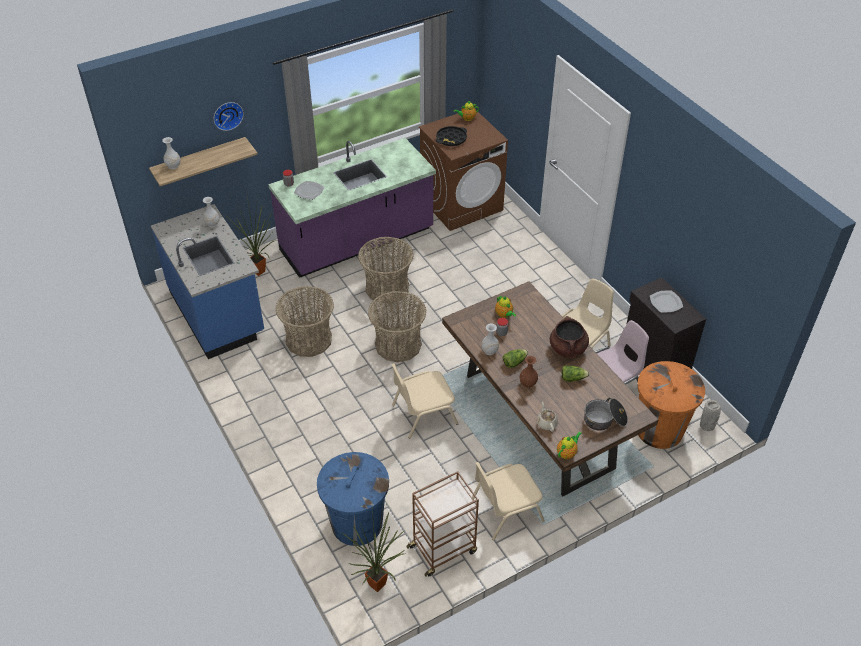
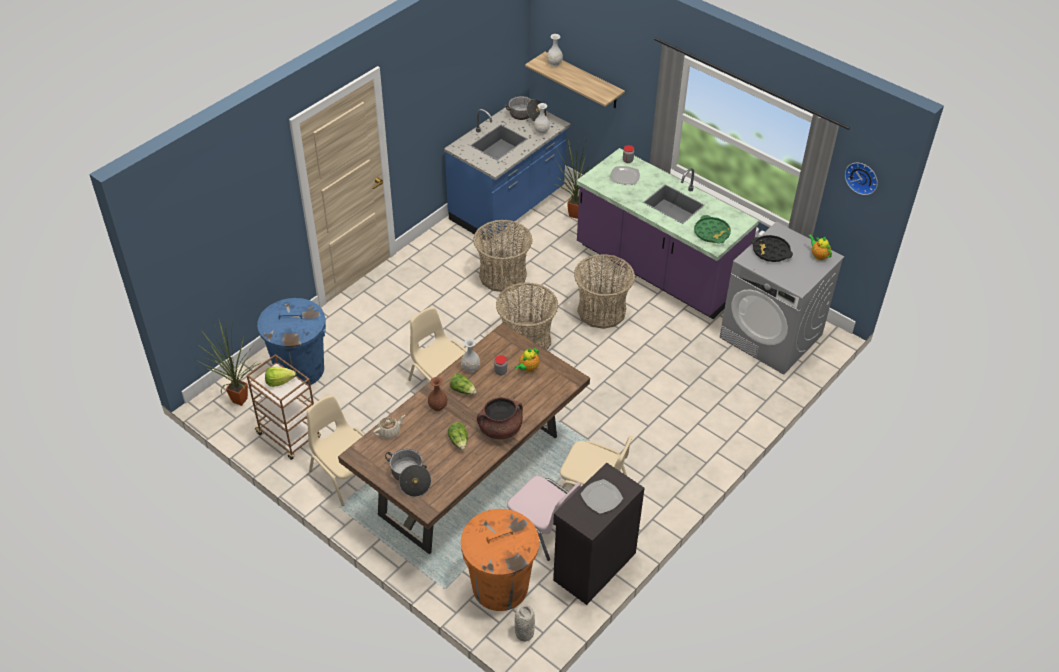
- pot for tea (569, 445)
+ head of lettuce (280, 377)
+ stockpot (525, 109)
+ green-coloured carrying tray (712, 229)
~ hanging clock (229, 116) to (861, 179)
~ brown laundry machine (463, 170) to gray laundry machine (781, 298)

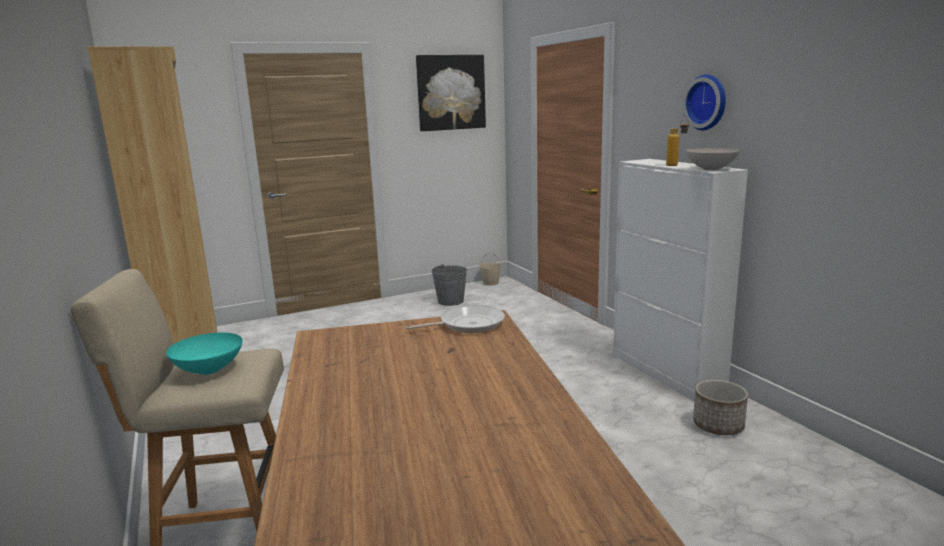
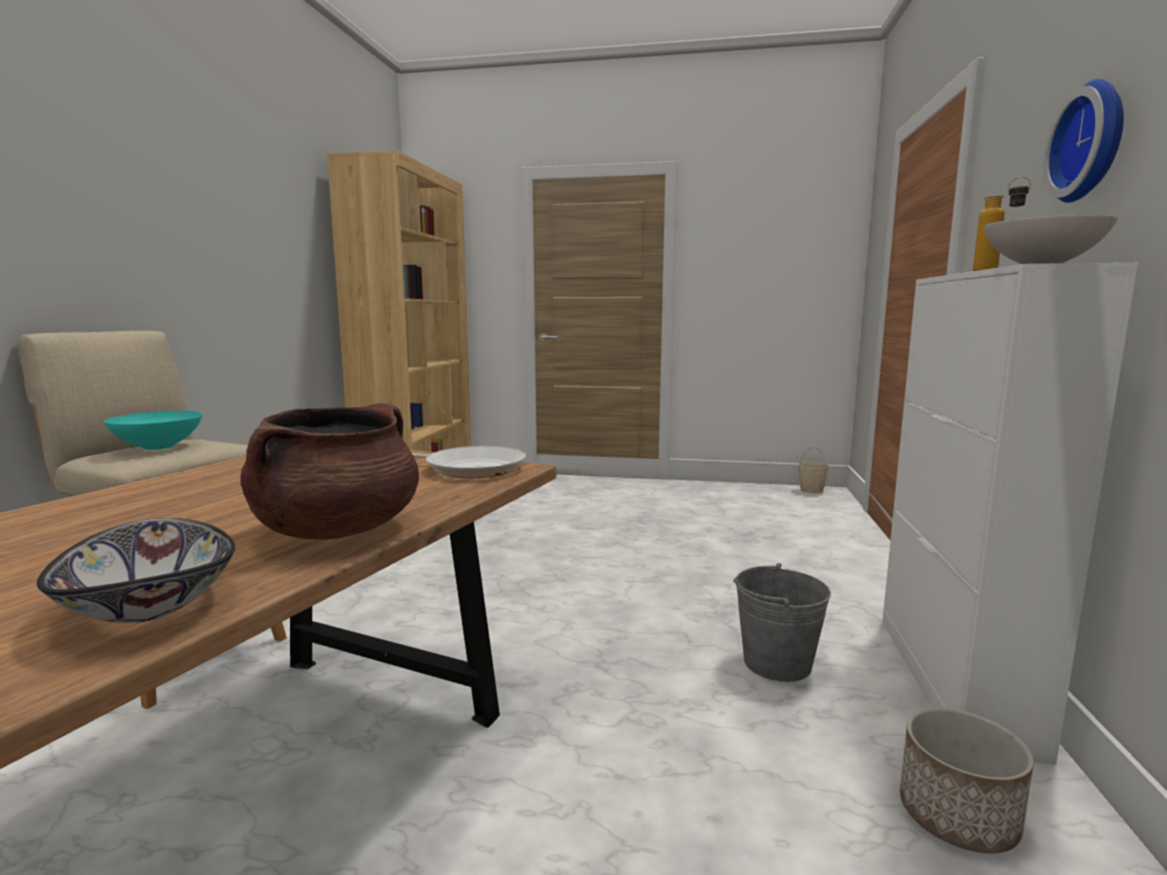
- wall art (451, 93)
+ serving bowl (136, 570)
+ brown stockpot (329, 471)
~ gray bucket (449, 285) to (782, 622)

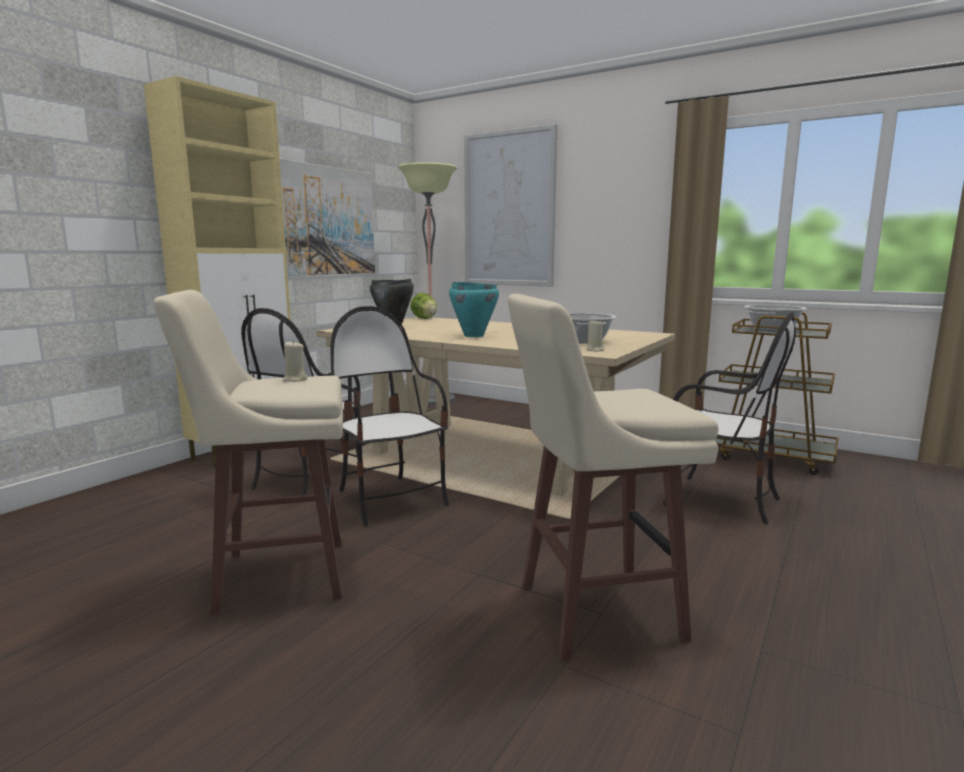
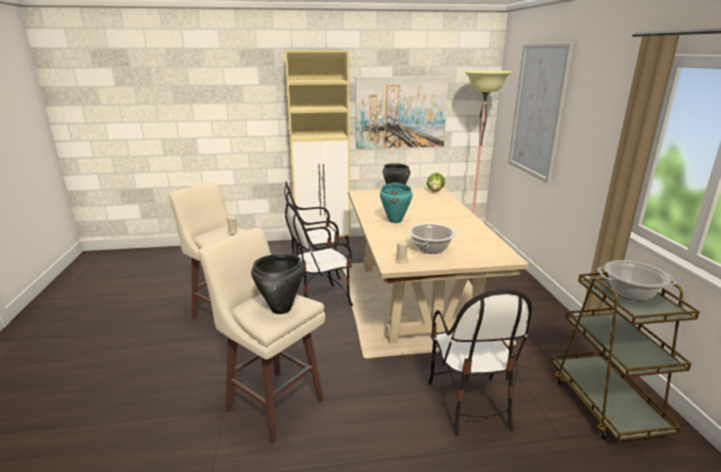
+ blackish stockpot (277, 284)
~ plain chair (389, 416) = (319, 254) 135 degrees counterclockwise

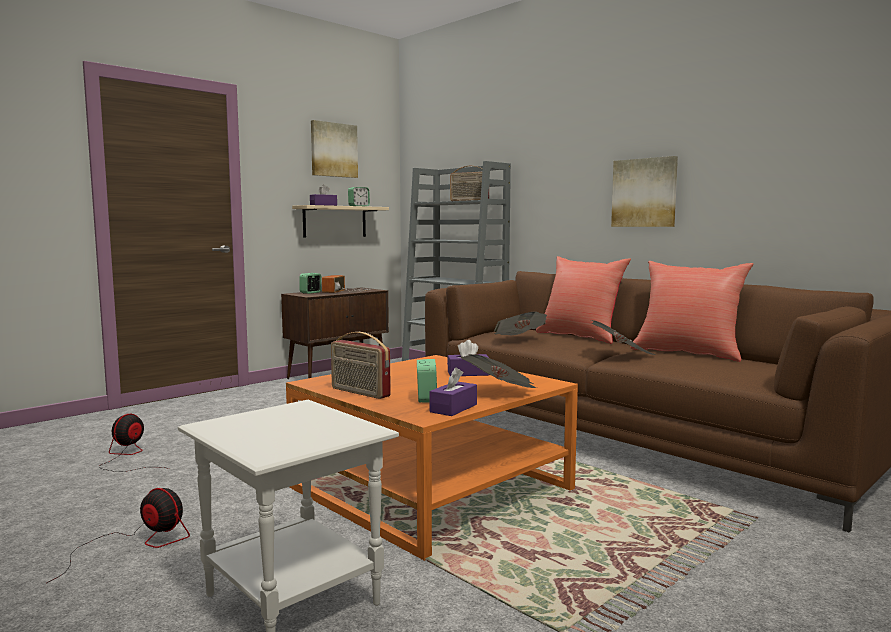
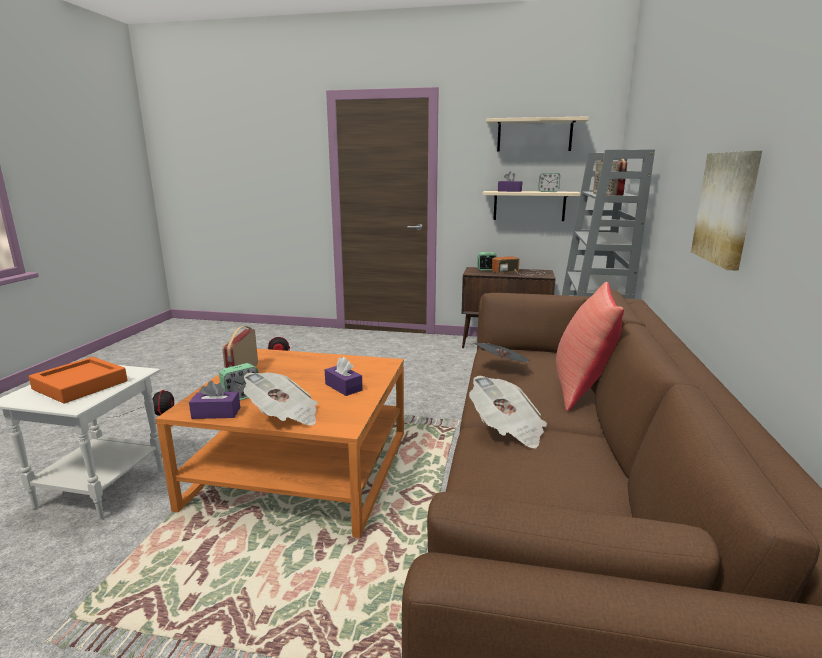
- reddish cushion (691, 311)
+ orange-coloured carrying tray (78, 380)
~ wall art (334, 149) to beige shelf (537, 133)

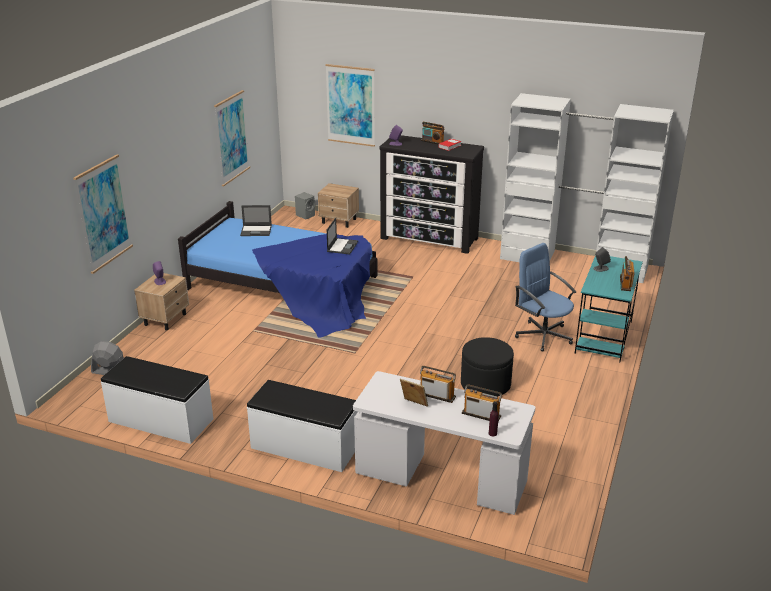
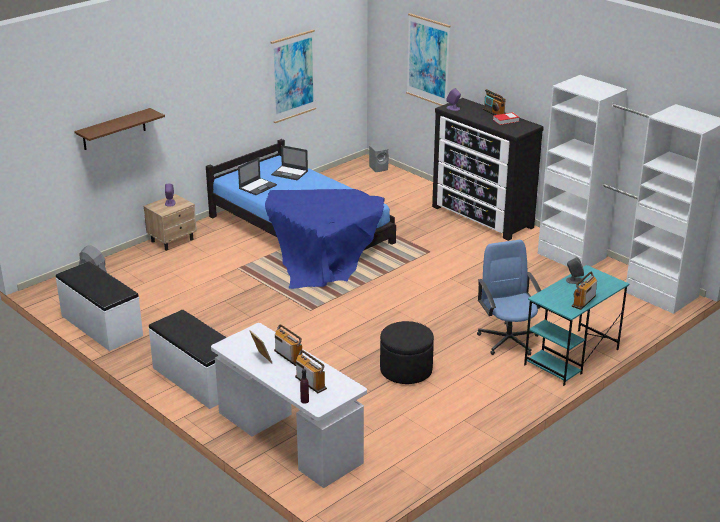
- beige bedside table (338, 205)
~ portable computer (342, 236) to (257, 176)
~ wall art (103, 214) to brown shelf (119, 129)

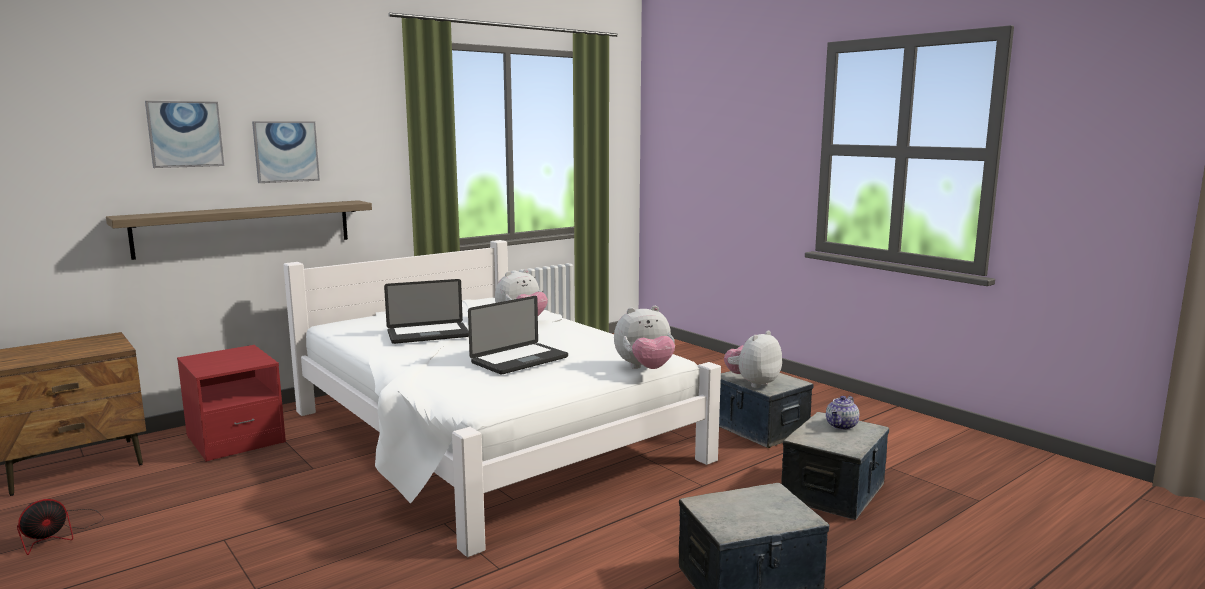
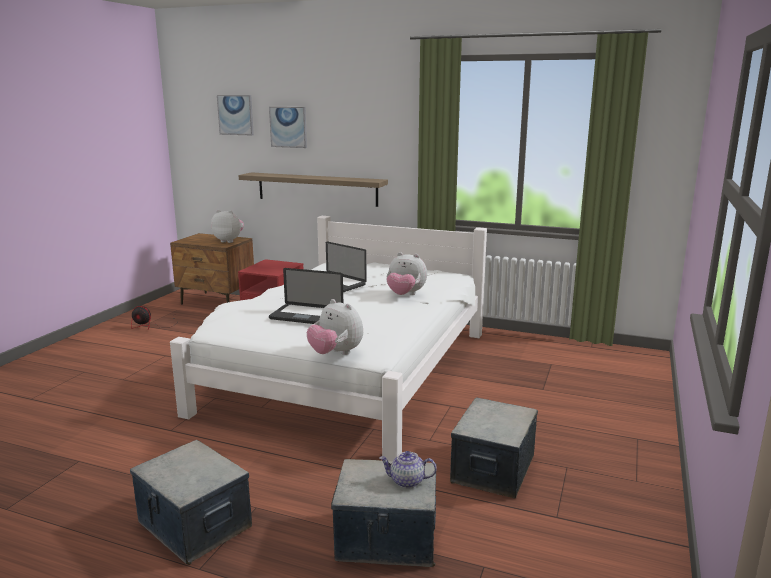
~ wall art (286, 152) to (235, 115)
~ cuddly toy (753, 359) to (227, 226)

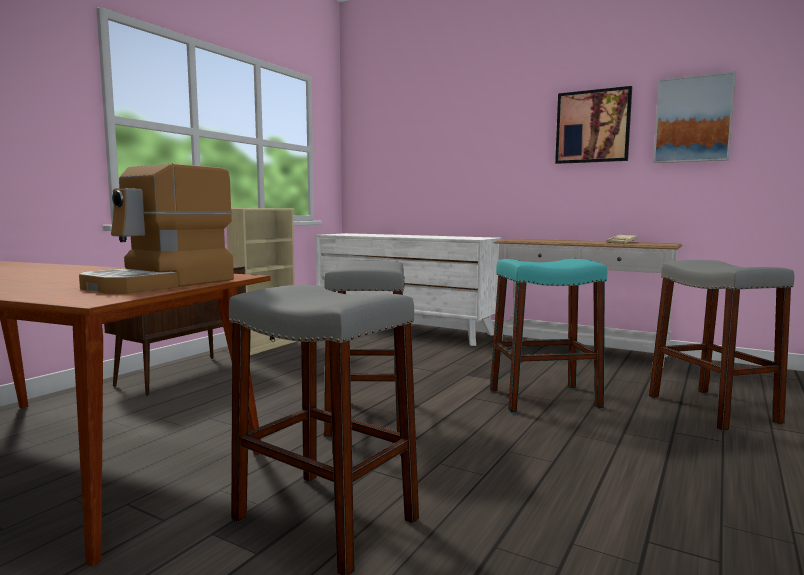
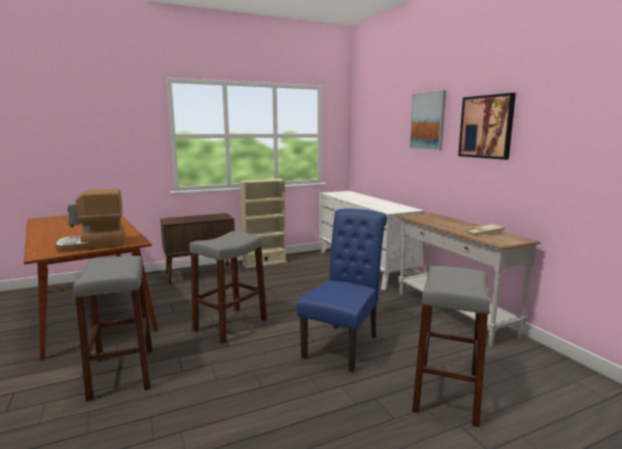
~ wall art (694, 117) to (427, 120)
~ turquoise-coloured stool seat (548, 336) to blue-coloured plain chair (342, 290)

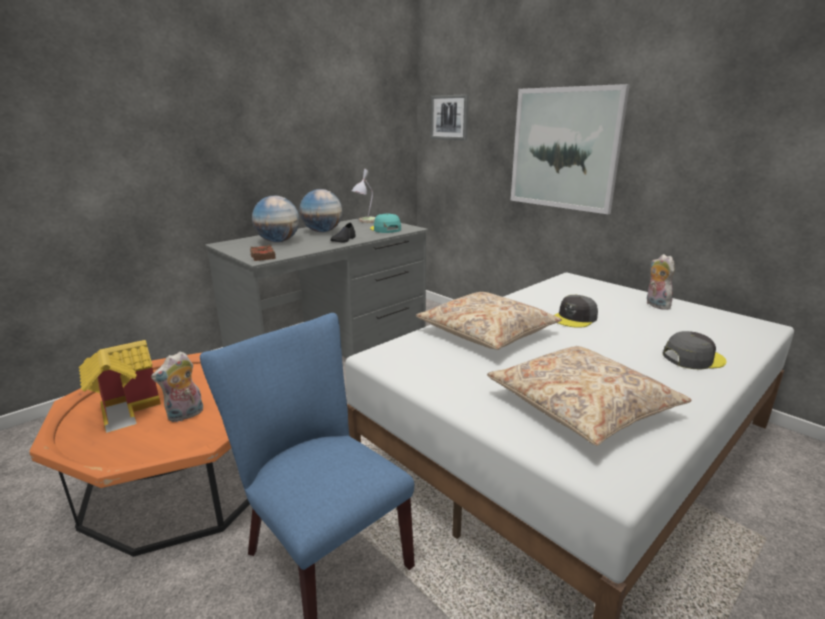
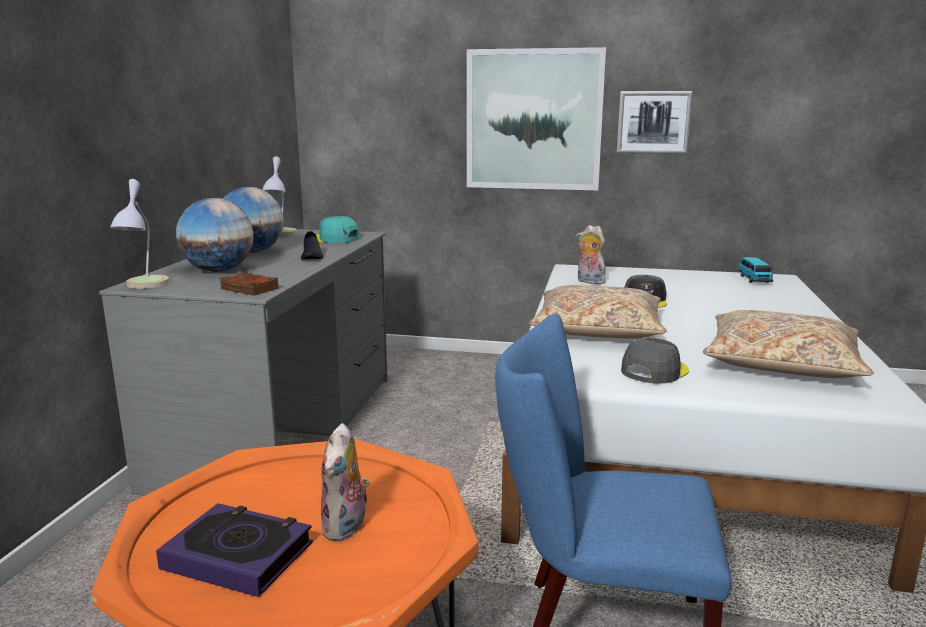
+ tabletop lamp (139, 234)
+ miniature car (755, 270)
~ wall art (450, 117) to (655, 122)
~ cuddly toy (661, 282) to (591, 254)
~ gray cap (694, 350) to (655, 361)
~ toy house (120, 386) to volume (234, 550)

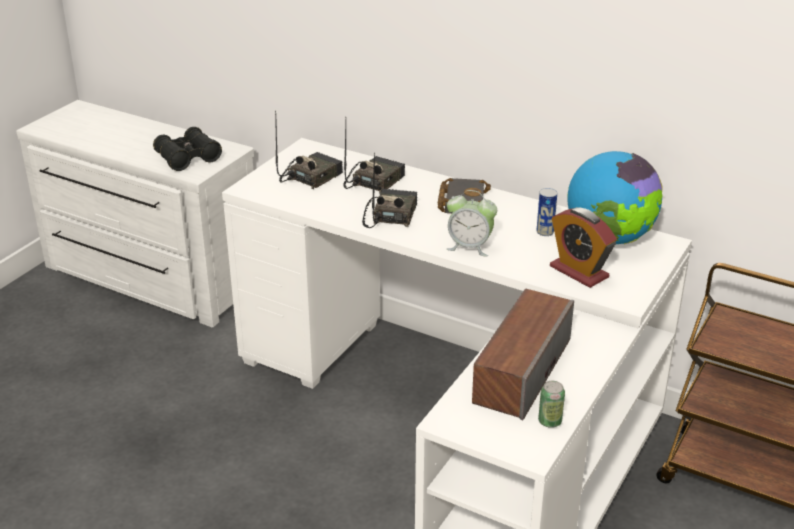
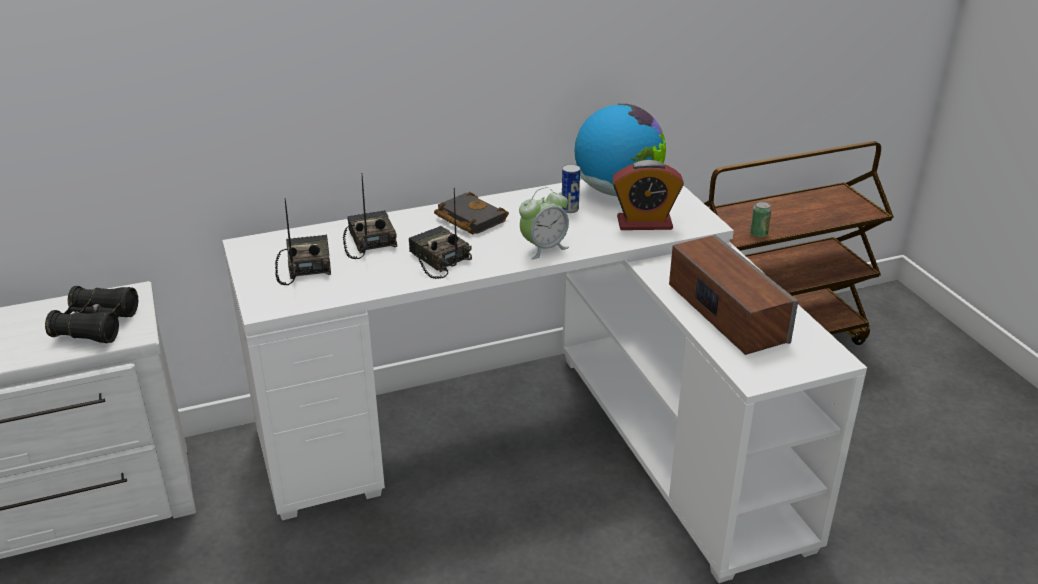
~ can (551, 404) to (760, 219)

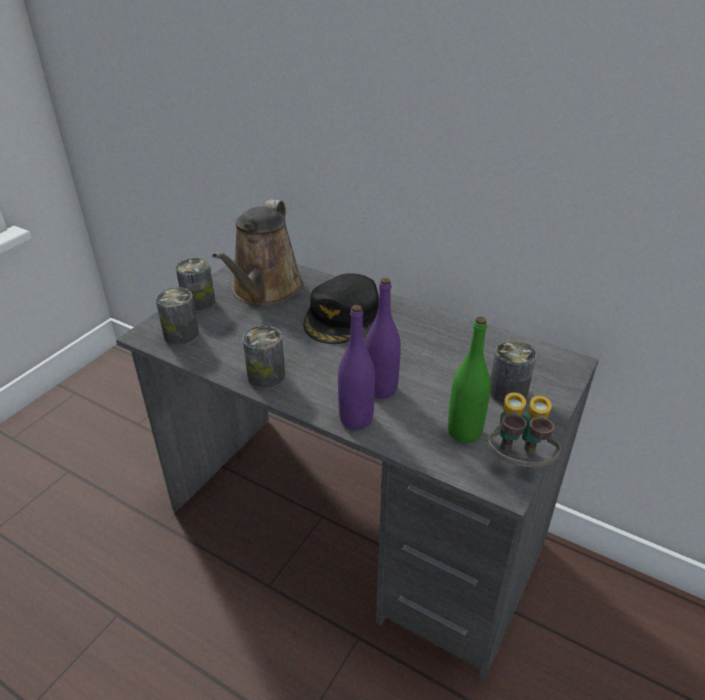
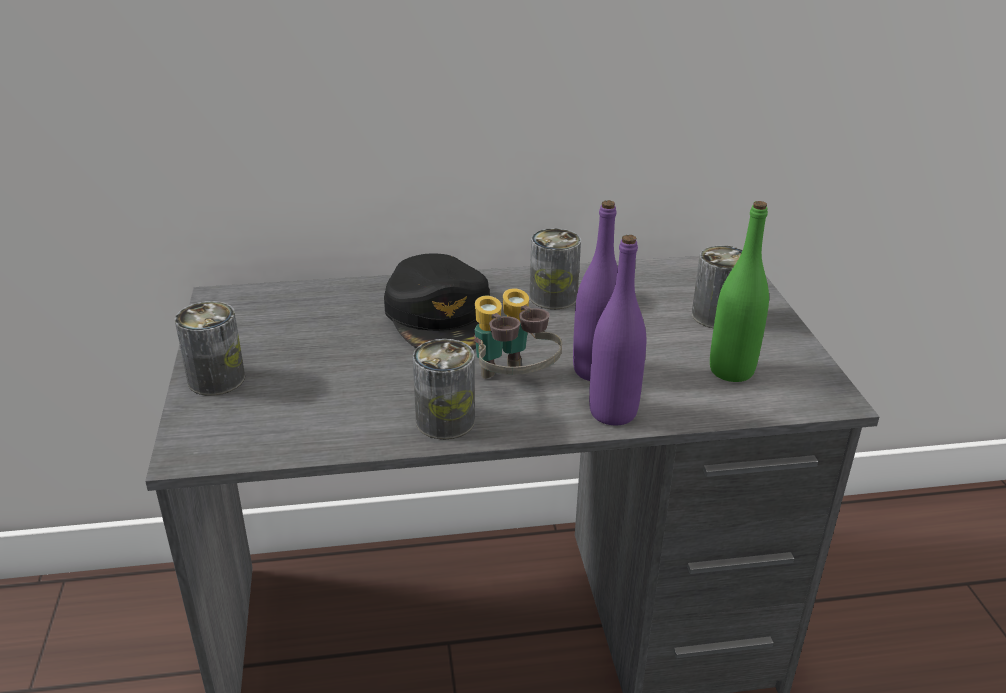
- brown watering pot (258, 252)
~ can (177, 316) to (555, 268)
~ pair of binoculars (524, 429) to (518, 333)

